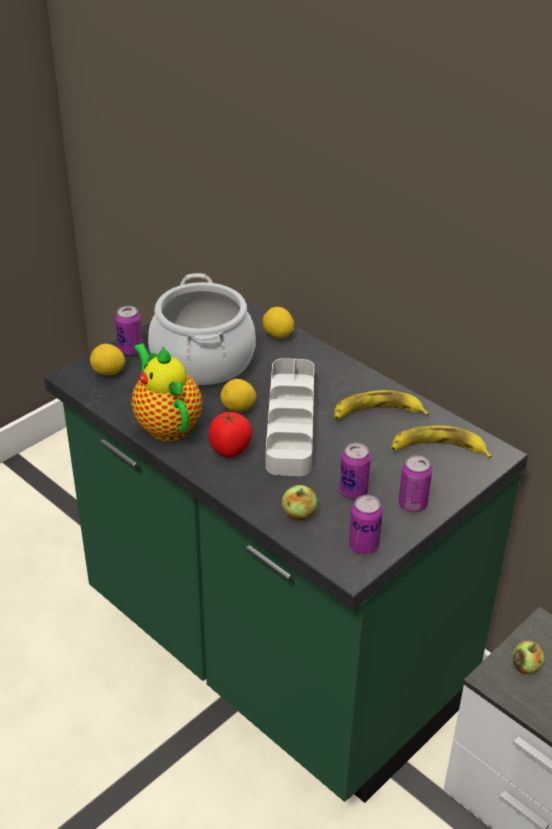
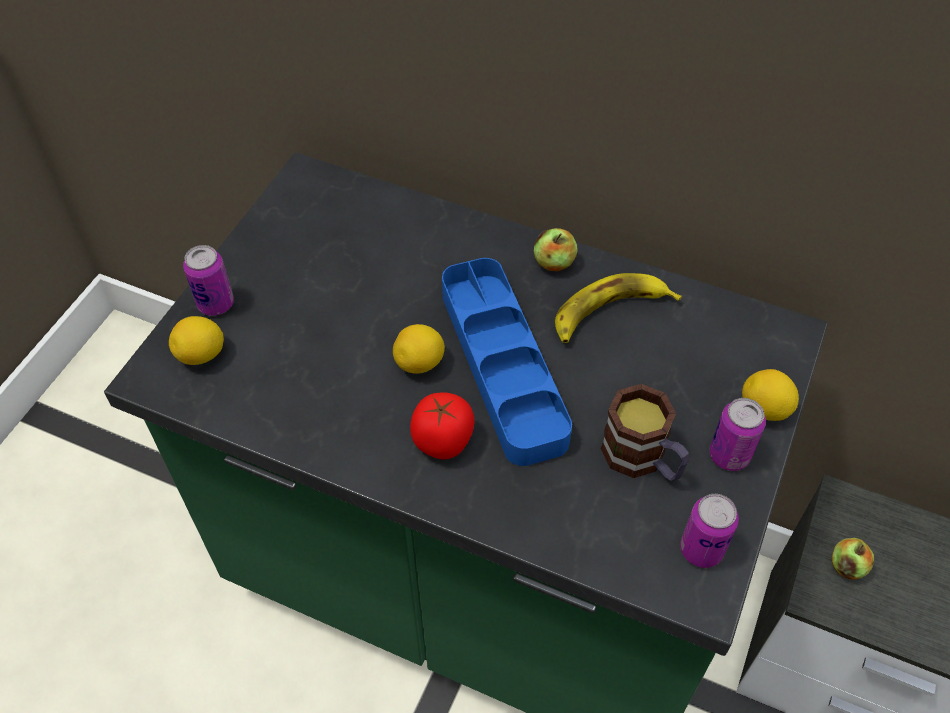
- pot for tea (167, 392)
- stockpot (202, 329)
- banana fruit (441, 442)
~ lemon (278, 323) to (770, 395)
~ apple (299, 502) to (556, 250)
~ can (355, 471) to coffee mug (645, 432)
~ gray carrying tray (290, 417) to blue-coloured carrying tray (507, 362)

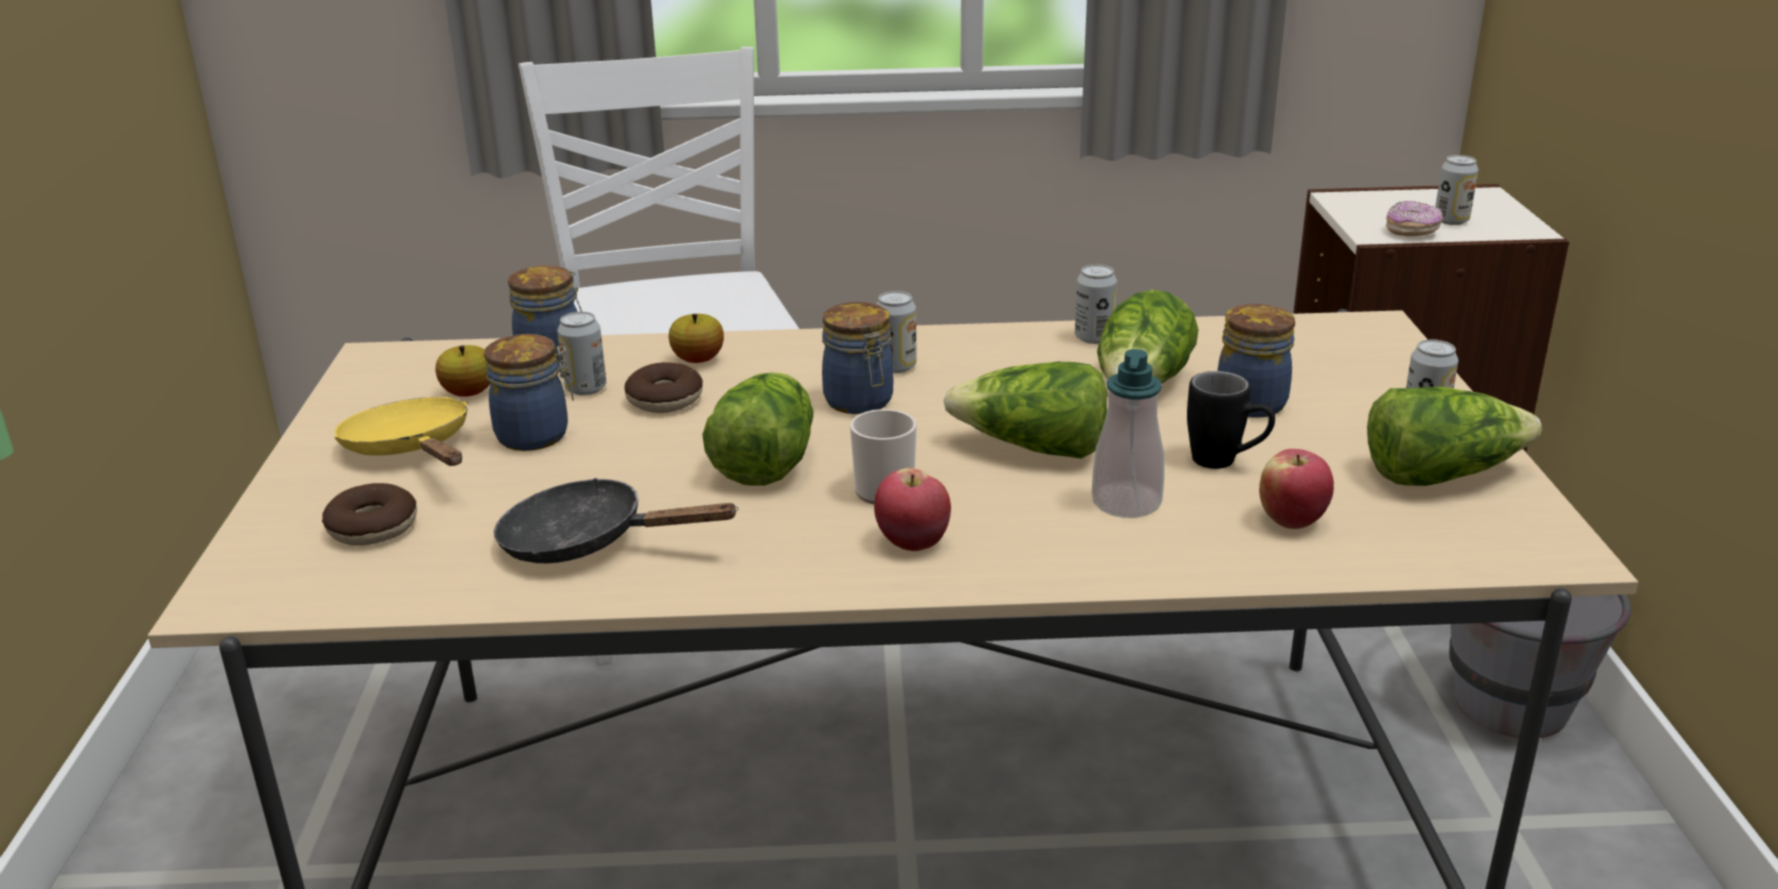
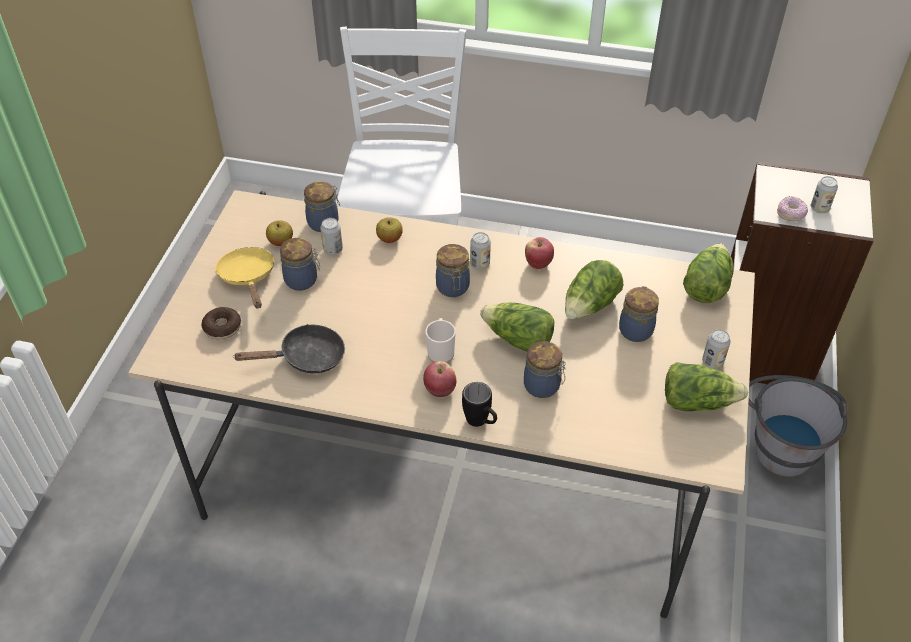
- donut (664, 387)
- can (1096, 304)
~ head of lettuce (757, 429) to (708, 273)
~ blackish coffee mug (1231, 420) to (479, 404)
~ apple (1296, 489) to (539, 253)
~ liquid soap bottle (1128, 433) to jar (545, 369)
~ blackish pan (616, 521) = (289, 348) 135 degrees clockwise

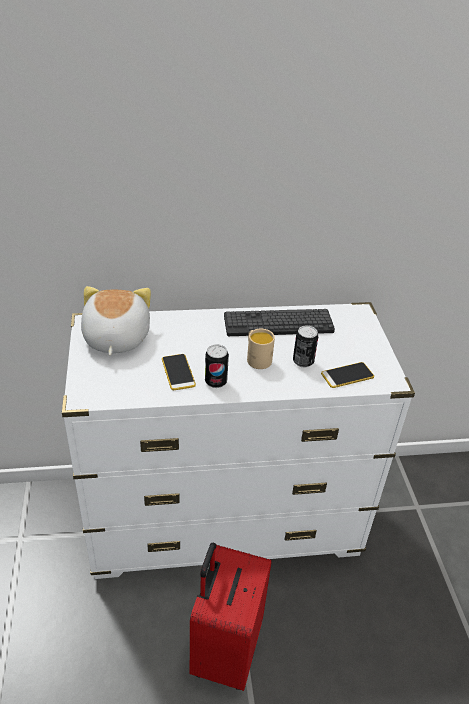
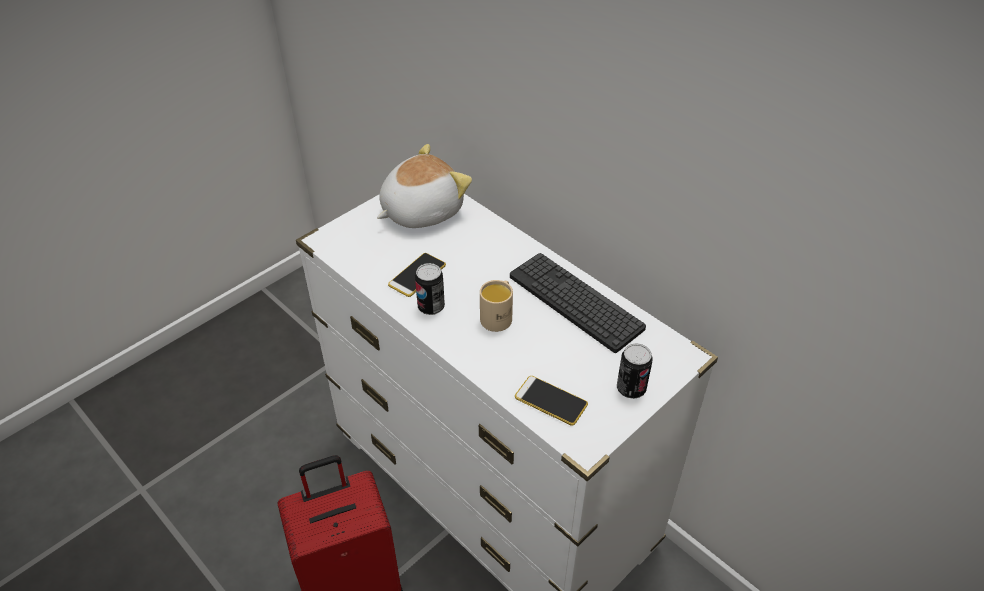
~ can (305, 346) to (635, 371)

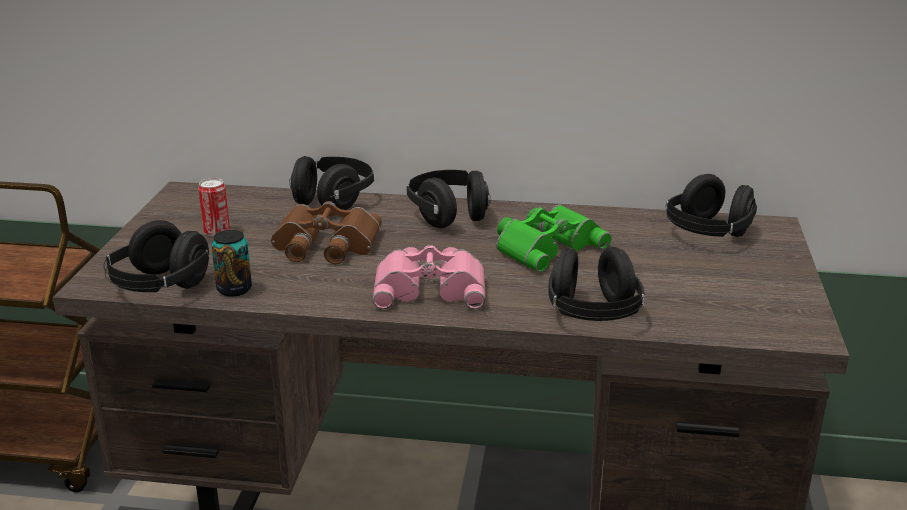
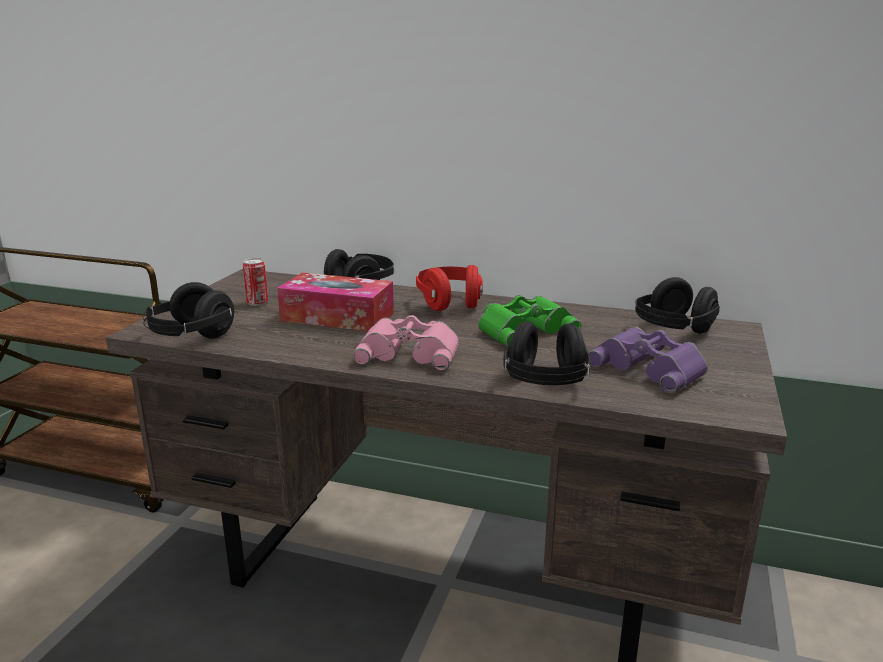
- can (231, 263)
+ purplish pair of binoculars (648, 360)
~ brown pair of binoculars (326, 232) to tissue holder (335, 302)
~ blackish headphones (449, 199) to reddish headphones (449, 288)

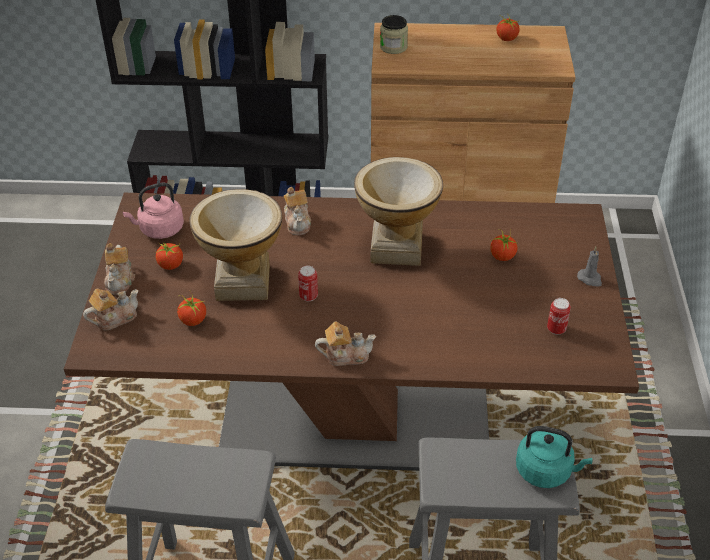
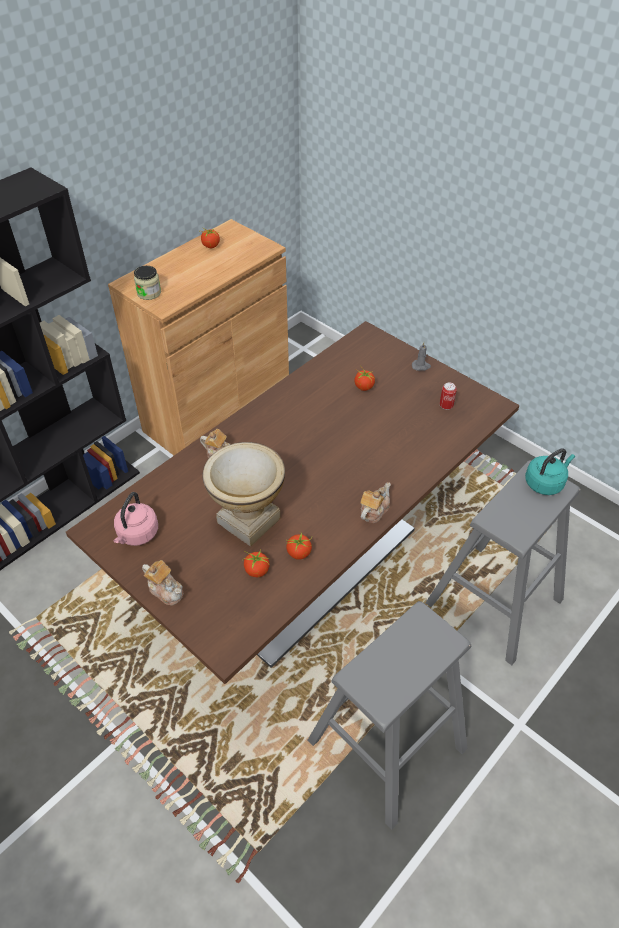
- pot for tea (111, 309)
- can (308, 283)
- flower vase (398, 211)
~ whole tomato (169, 256) to (299, 545)

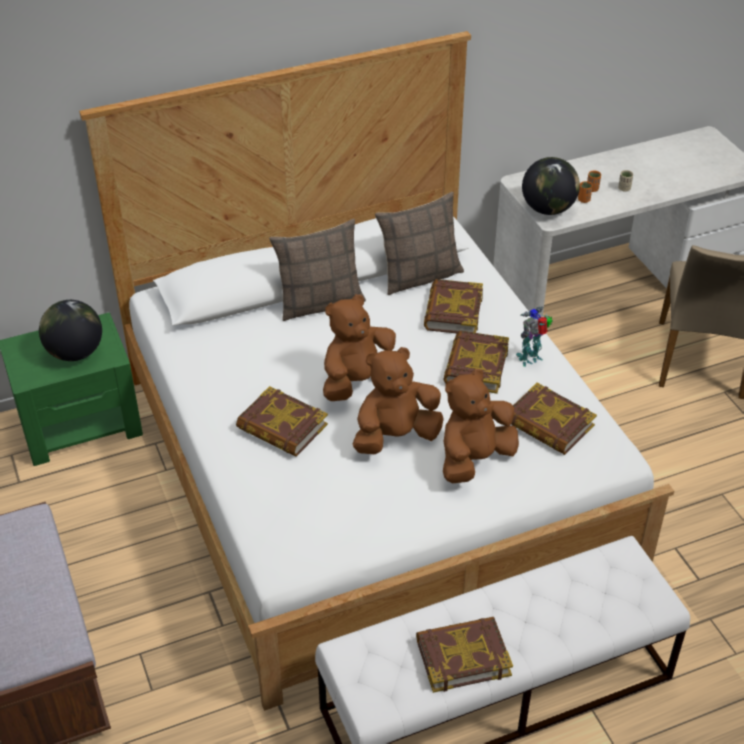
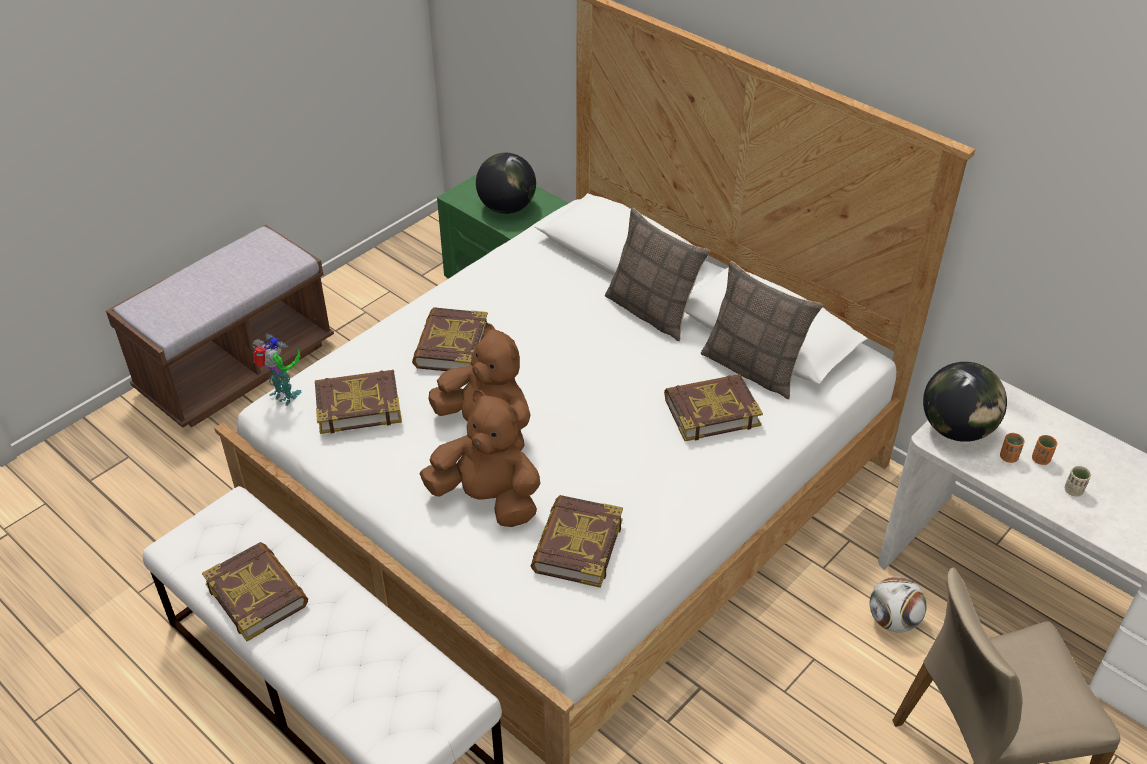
- brown cuddly toy (359, 347)
+ football (898, 605)
~ volume (476, 362) to (358, 402)
~ model robot (534, 337) to (277, 370)

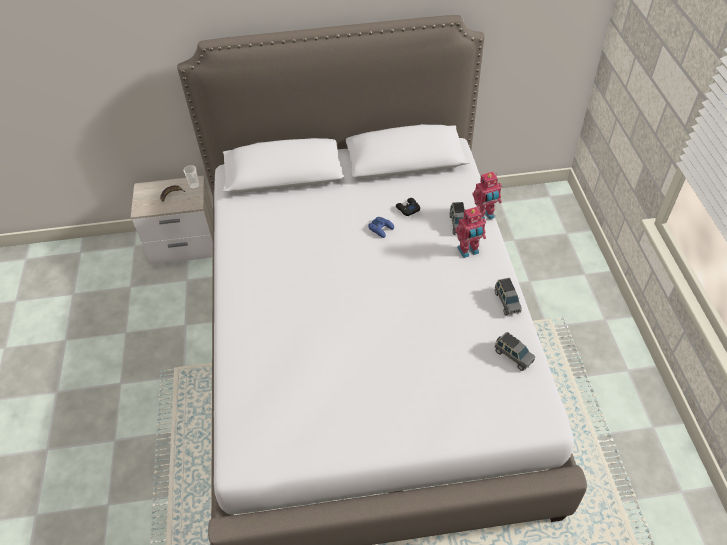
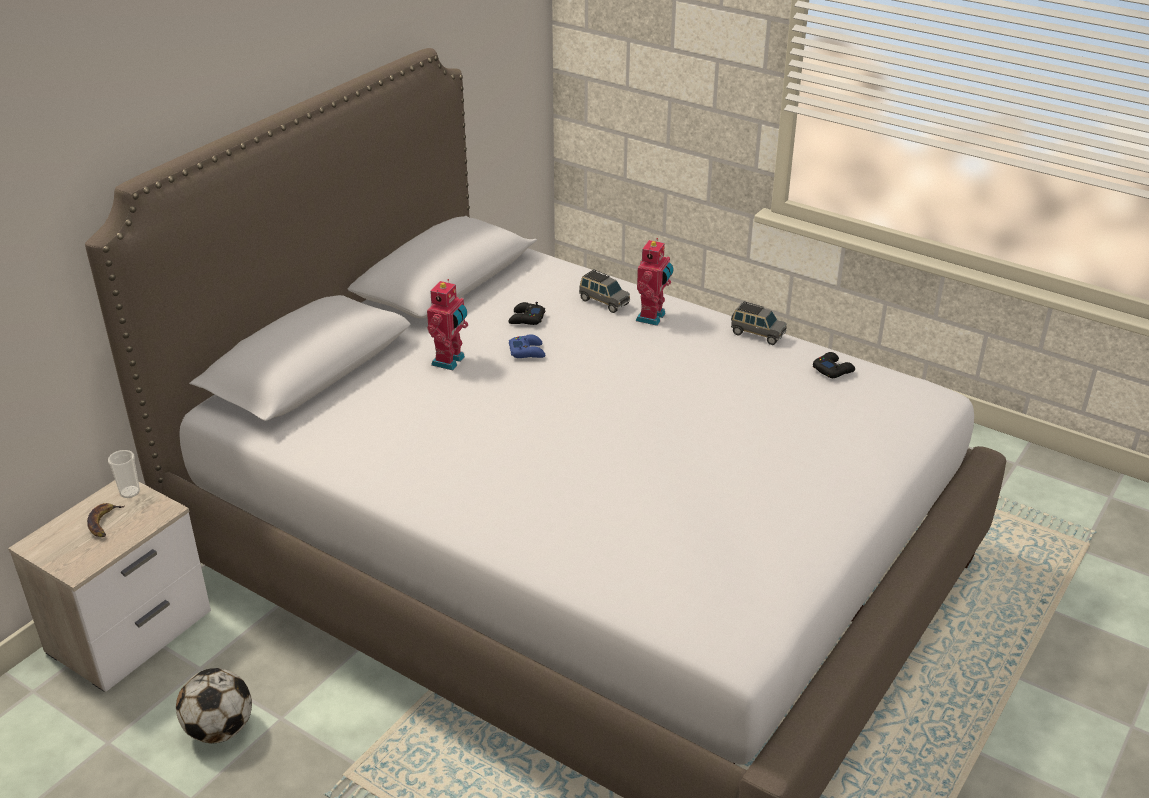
+ football (214, 706)
~ model robot (487, 195) to (447, 324)
~ gray miniature car (515, 351) to blackish gamepad (834, 365)

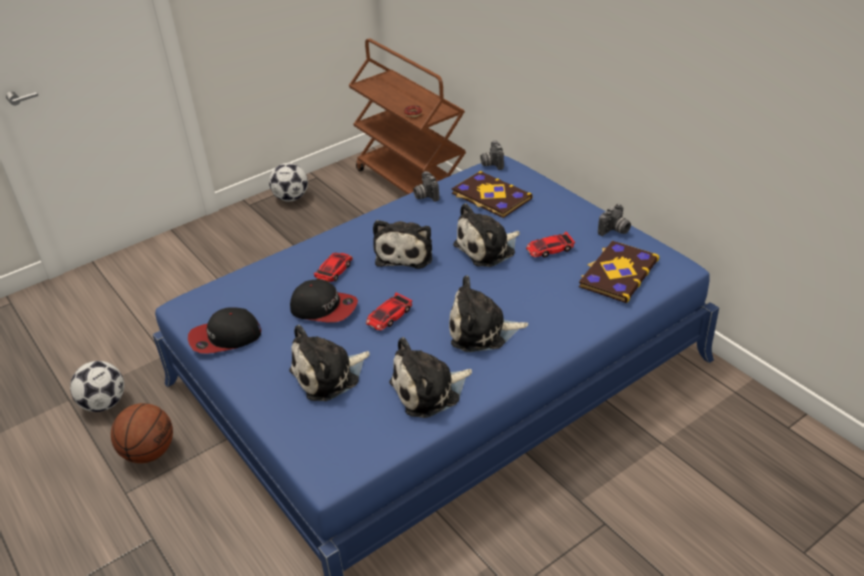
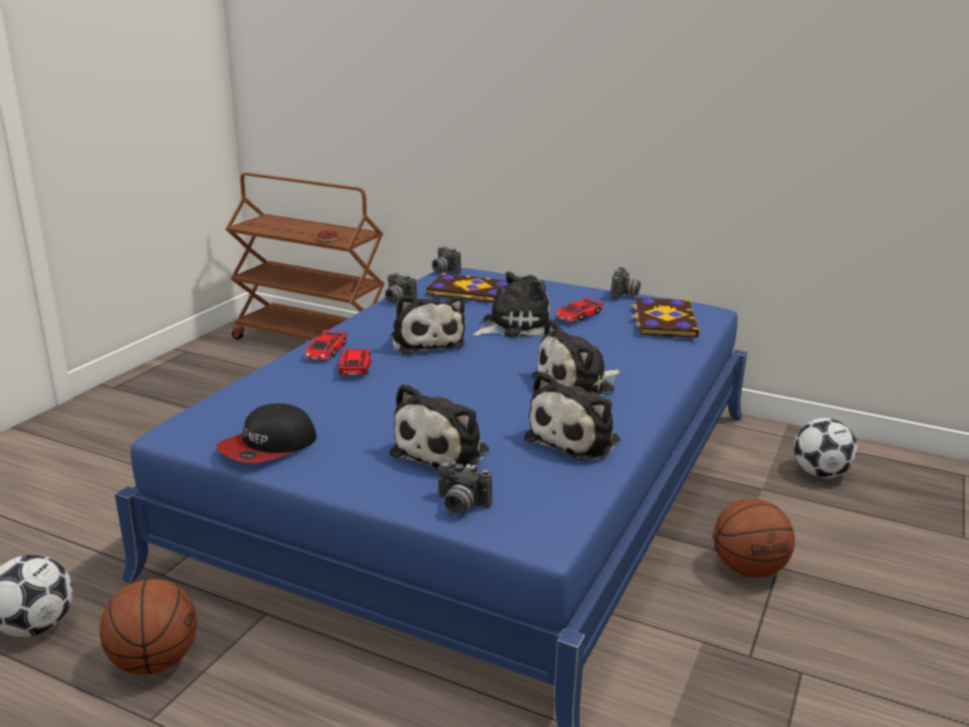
- cap (324, 301)
+ still camera (465, 488)
+ ball for basketball (754, 538)
~ football (288, 182) to (826, 448)
~ miniature car (389, 311) to (326, 345)
~ cuddly toy (486, 235) = (511, 305) 150 degrees counterclockwise

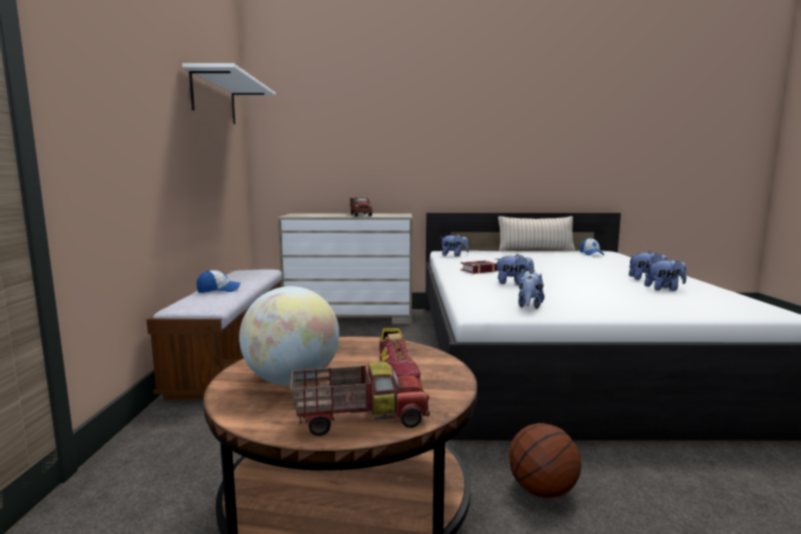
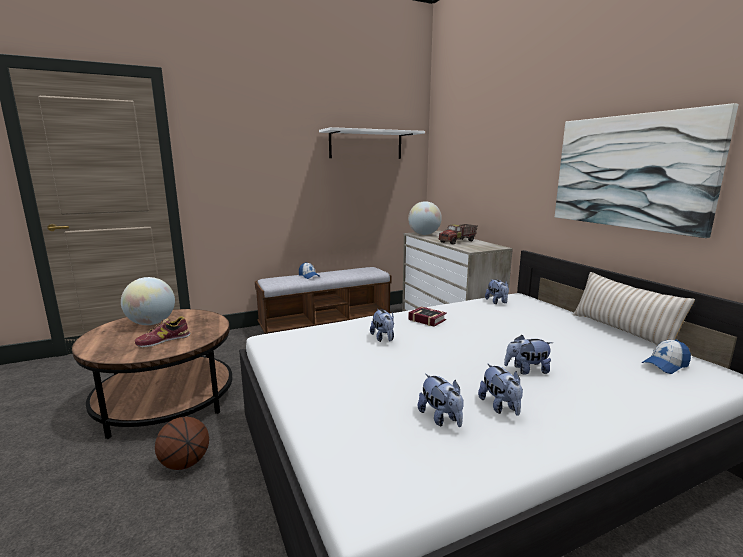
- model truck (360, 399)
+ world globe (425, 218)
+ wall art (647, 170)
~ cuddly toy (531, 290) to (528, 355)

